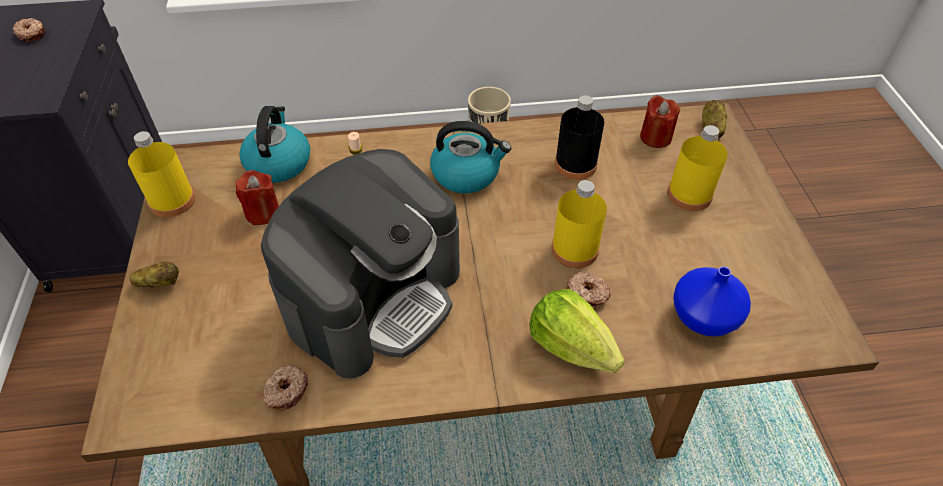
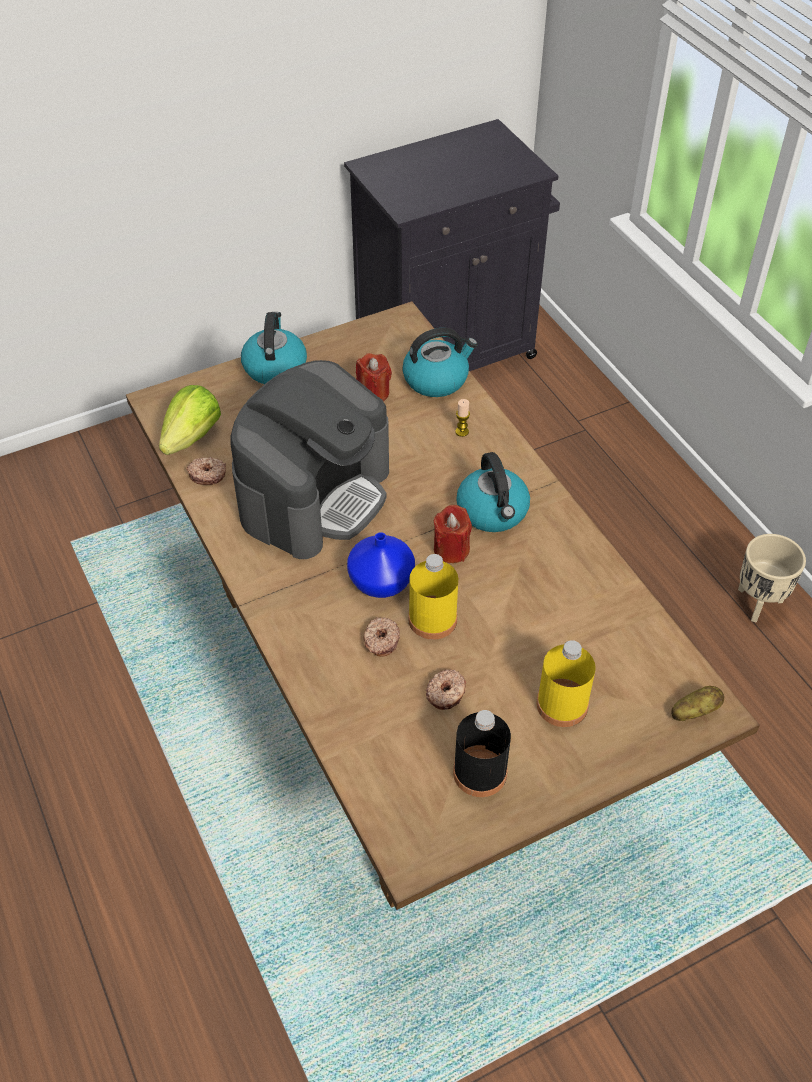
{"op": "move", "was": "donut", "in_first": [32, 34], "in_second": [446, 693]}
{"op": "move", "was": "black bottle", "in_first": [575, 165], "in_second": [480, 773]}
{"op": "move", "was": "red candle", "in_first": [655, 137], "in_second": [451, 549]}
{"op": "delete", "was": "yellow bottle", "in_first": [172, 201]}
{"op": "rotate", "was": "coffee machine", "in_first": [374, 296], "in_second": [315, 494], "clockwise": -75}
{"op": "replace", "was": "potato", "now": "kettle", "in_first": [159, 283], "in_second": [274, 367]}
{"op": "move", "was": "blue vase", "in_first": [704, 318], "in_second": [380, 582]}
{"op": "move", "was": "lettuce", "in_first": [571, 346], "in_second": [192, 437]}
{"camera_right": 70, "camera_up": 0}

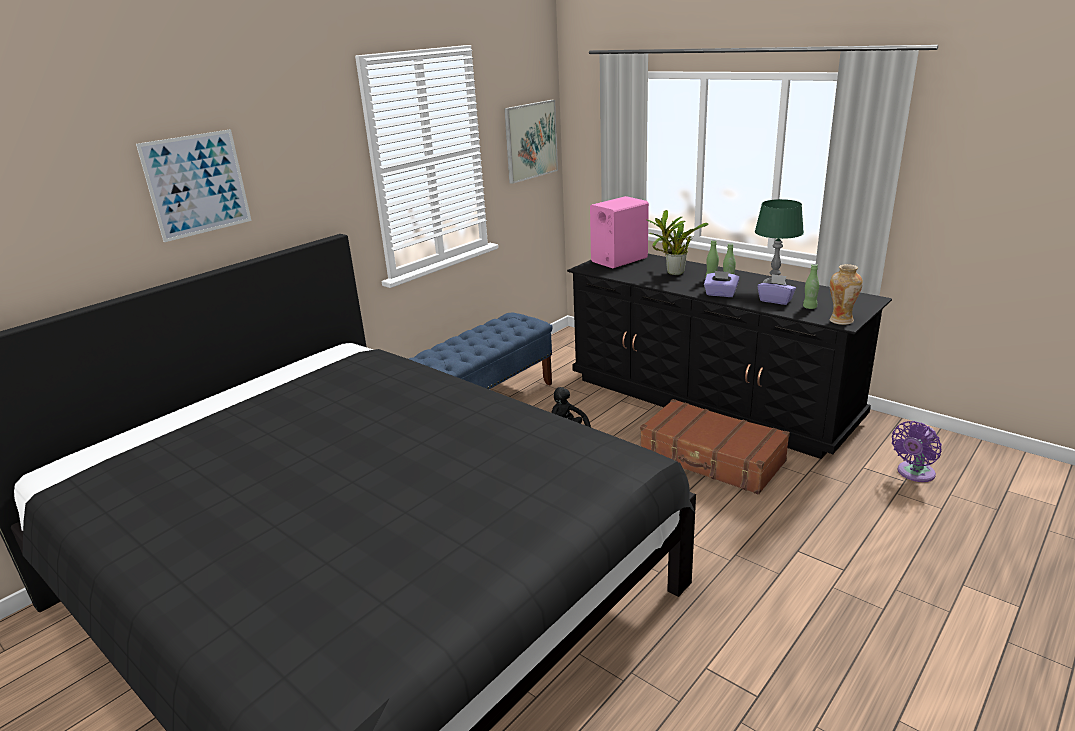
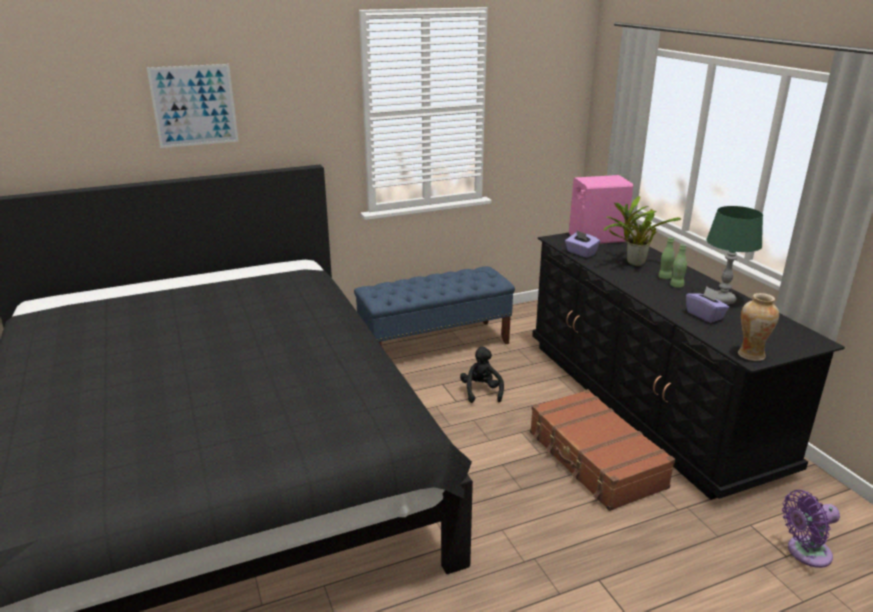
{"op": "delete", "was": "picture", "in_first": [530, 140]}
{"op": "delete", "was": "green bottle", "in_first": [809, 307]}
{"op": "move", "was": "purple tissue box", "in_first": [720, 294], "in_second": [581, 253]}
{"camera_right": 25, "camera_up": 0}

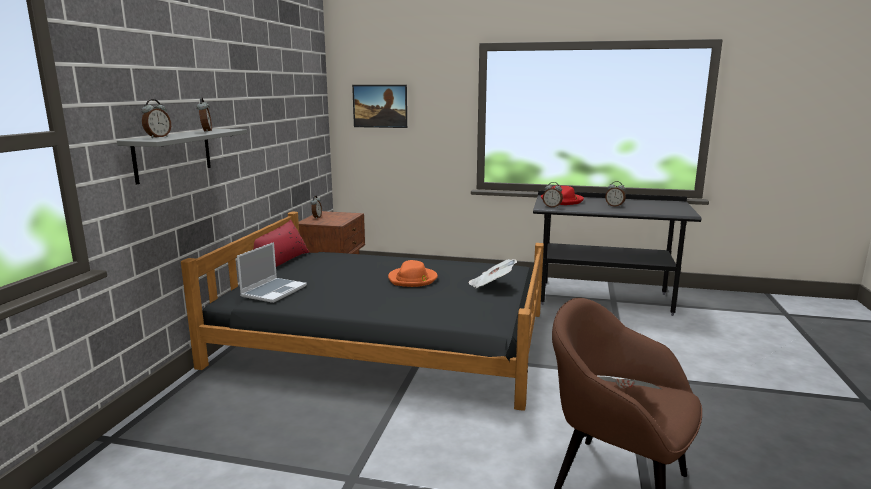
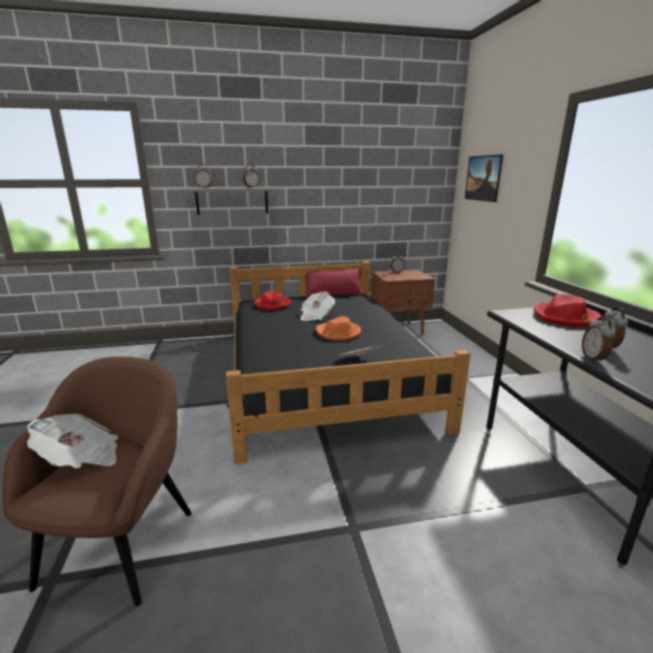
{"op": "move", "was": "alarm clock", "in_first": [552, 207], "in_second": [594, 358]}
{"op": "replace", "was": "laptop", "now": "red hat", "in_first": [274, 291], "in_second": [273, 305]}
{"op": "insert", "now": "newspaper", "in_second": [316, 316]}
{"camera_right": 65, "camera_up": 5}

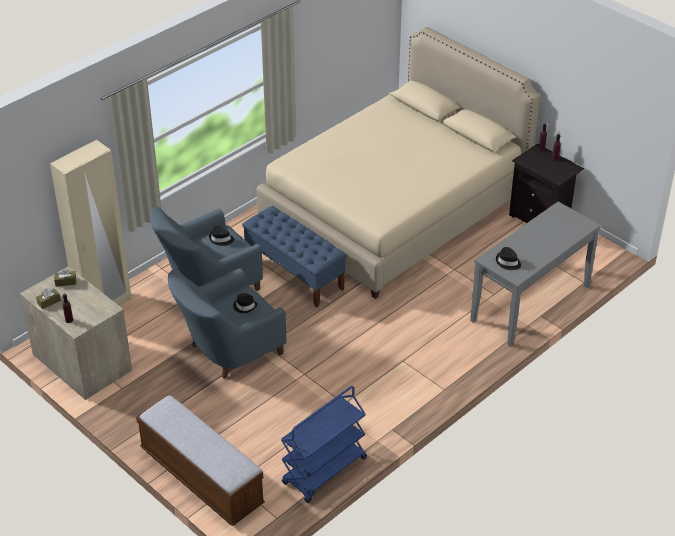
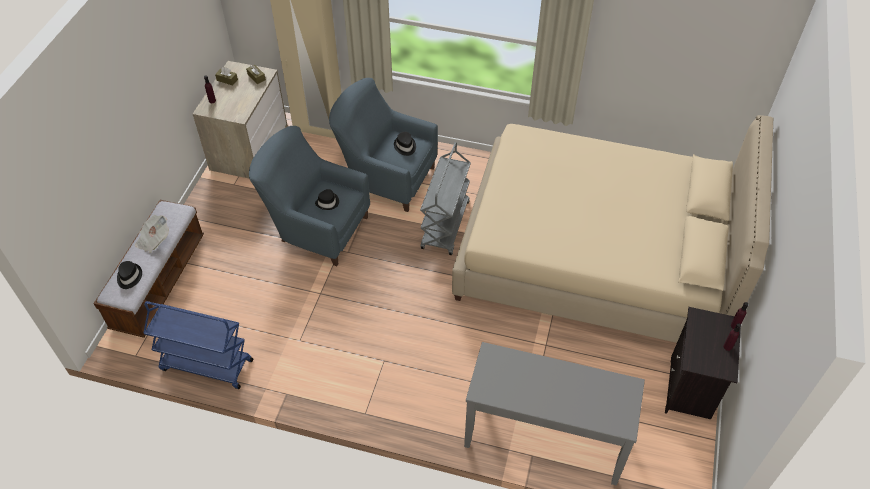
{"op": "replace", "was": "blue bench", "now": "grey cart", "in_first": [295, 274], "in_second": [446, 226]}
{"op": "move", "was": "black hat", "in_first": [508, 262], "in_second": [129, 277]}
{"op": "insert", "now": "newspaper", "in_second": [154, 240]}
{"camera_right": 60, "camera_up": 10}

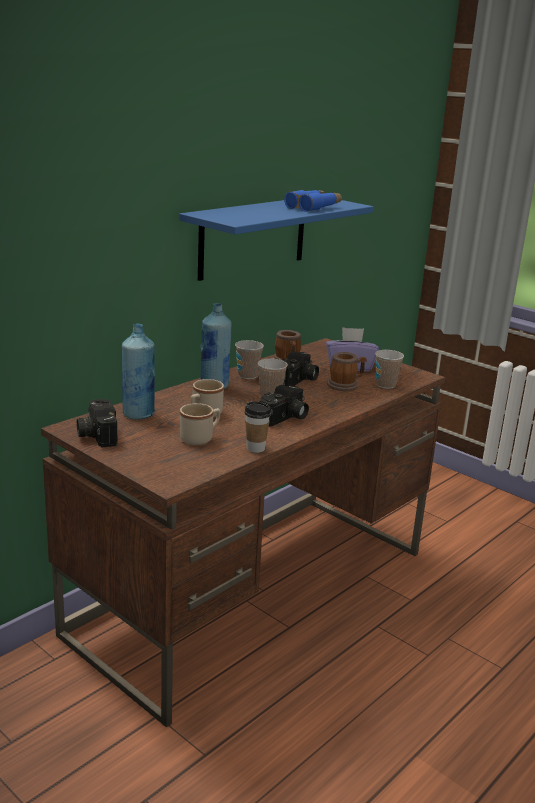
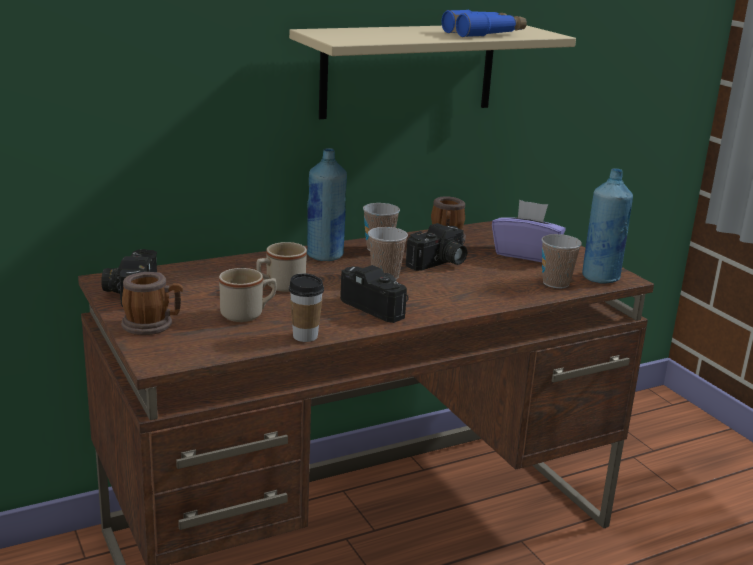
{"op": "recolor", "was": "blue shelf", "now": "beige shelf", "in_first": [253, 237], "in_second": [408, 70]}
{"op": "move", "was": "blue bottle", "in_first": [138, 414], "in_second": [600, 277]}
{"op": "move", "was": "mug", "in_first": [345, 385], "in_second": [153, 325]}
{"op": "rotate", "was": "photo camera", "in_first": [285, 418], "in_second": [378, 306], "clockwise": -105}
{"camera_right": 20, "camera_up": 0}

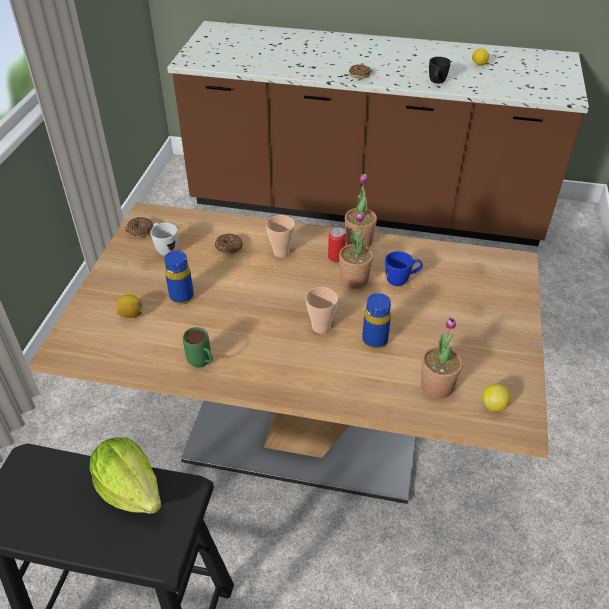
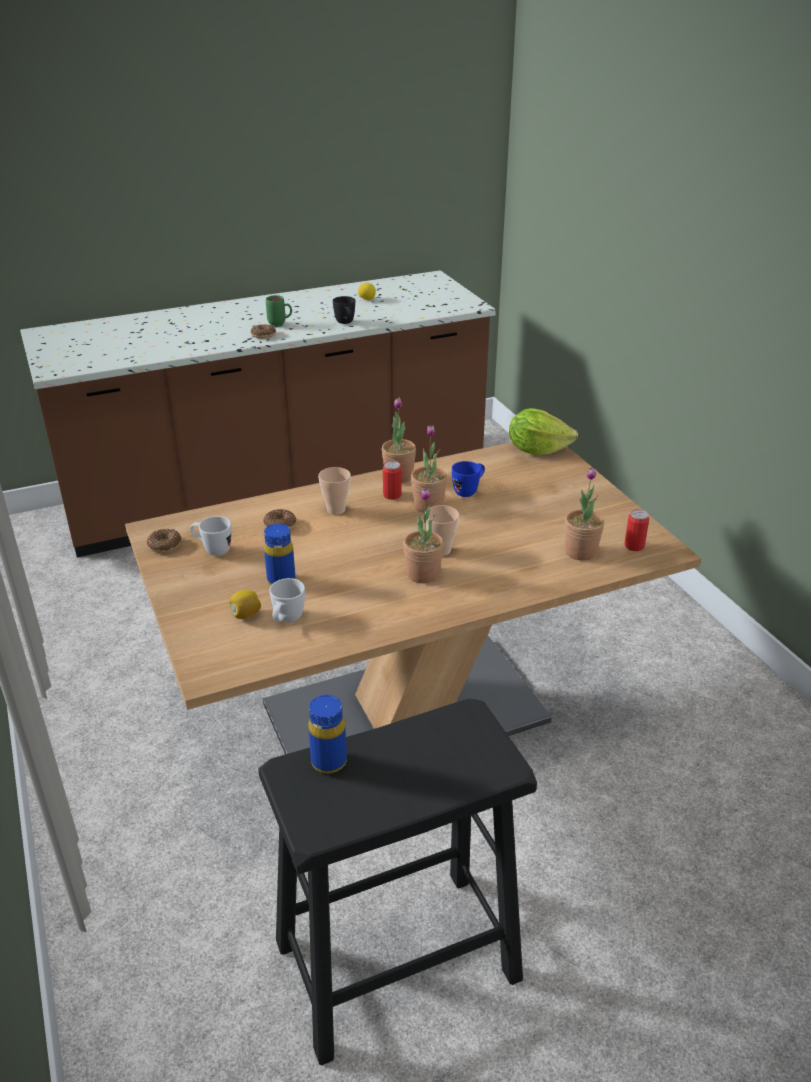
{"op": "move", "was": "blue bottle", "in_first": [374, 340], "in_second": [329, 761]}
{"op": "move", "was": "green mug", "in_first": [202, 364], "in_second": [280, 325]}
{"op": "replace", "was": "lemon", "now": "can", "in_first": [493, 405], "in_second": [634, 546]}
{"op": "move", "was": "lettuce", "in_first": [130, 489], "in_second": [537, 450]}
{"op": "insert", "now": "potted plant", "in_second": [423, 574]}
{"op": "insert", "now": "white mug", "in_second": [286, 620]}
{"camera_right": -35, "camera_up": -10}

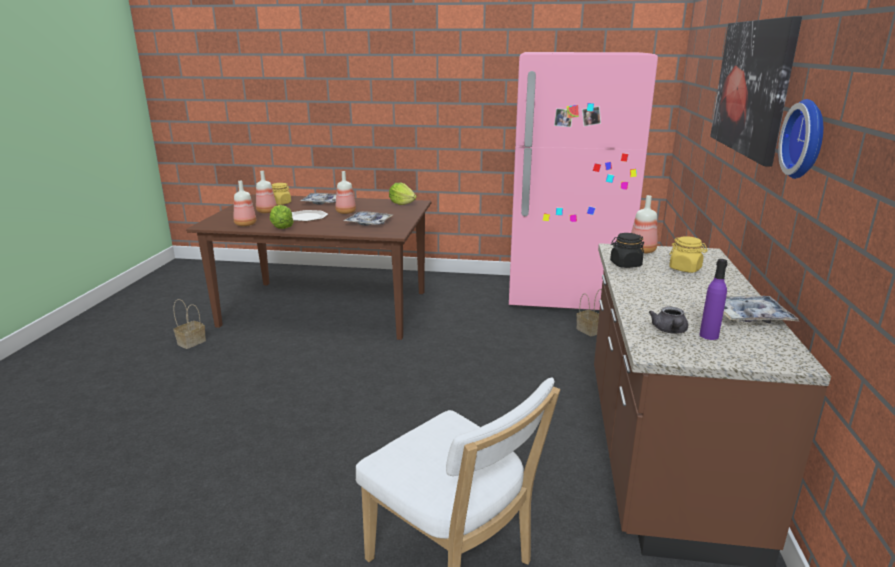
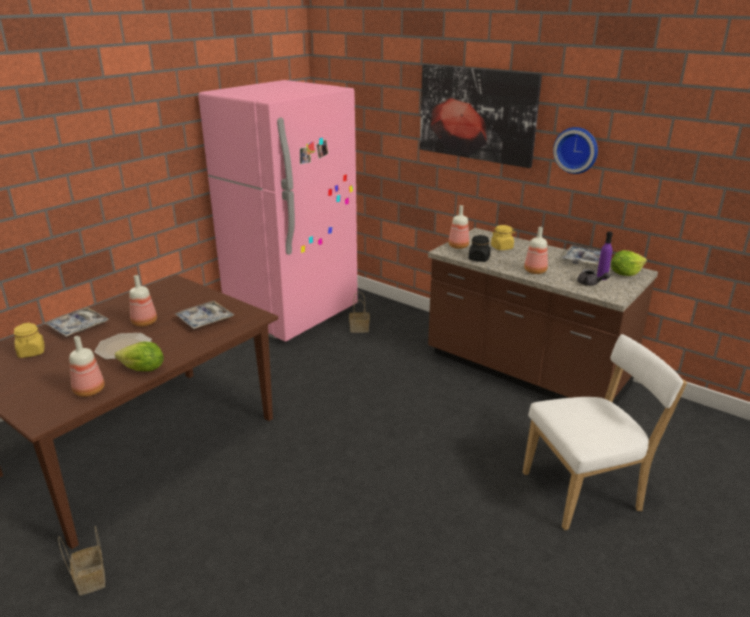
{"op": "move", "was": "bottle", "in_first": [267, 211], "in_second": [535, 271]}
{"op": "move", "was": "lettuce", "in_first": [402, 203], "in_second": [625, 274]}
{"camera_right": -60, "camera_up": 5}

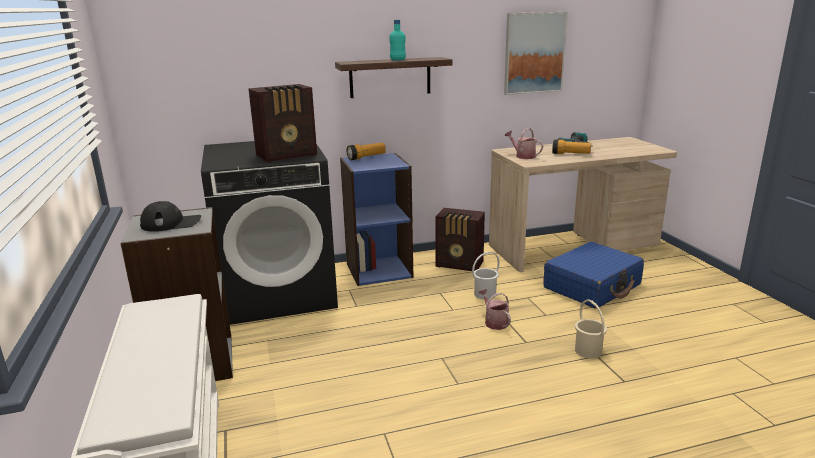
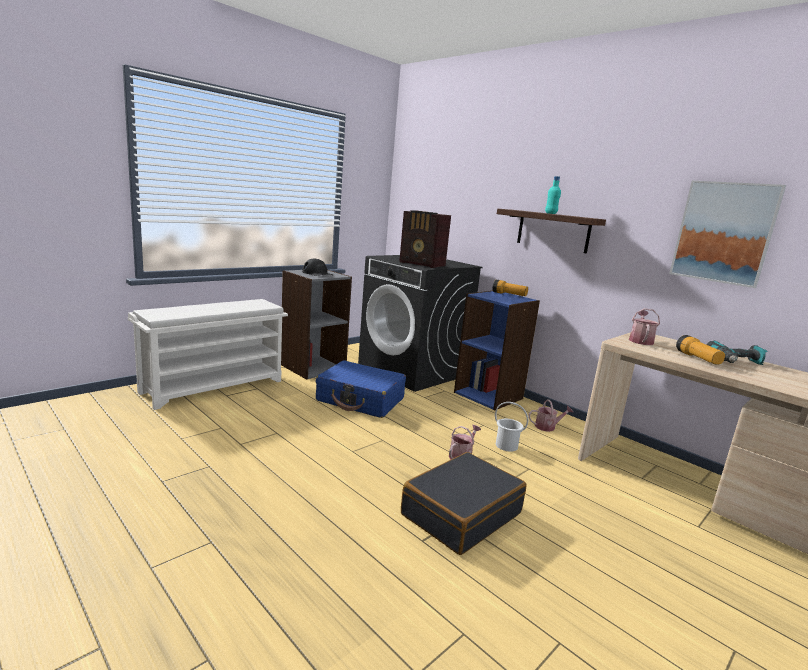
{"op": "replace", "was": "radio", "now": "watering can", "in_first": [460, 265], "in_second": [547, 427]}
{"op": "move", "was": "blue suitcase", "in_first": [592, 286], "in_second": [360, 400]}
{"op": "replace", "was": "beige bucket", "now": "black suitcase", "in_first": [588, 351], "in_second": [461, 513]}
{"camera_right": 60, "camera_up": -5}

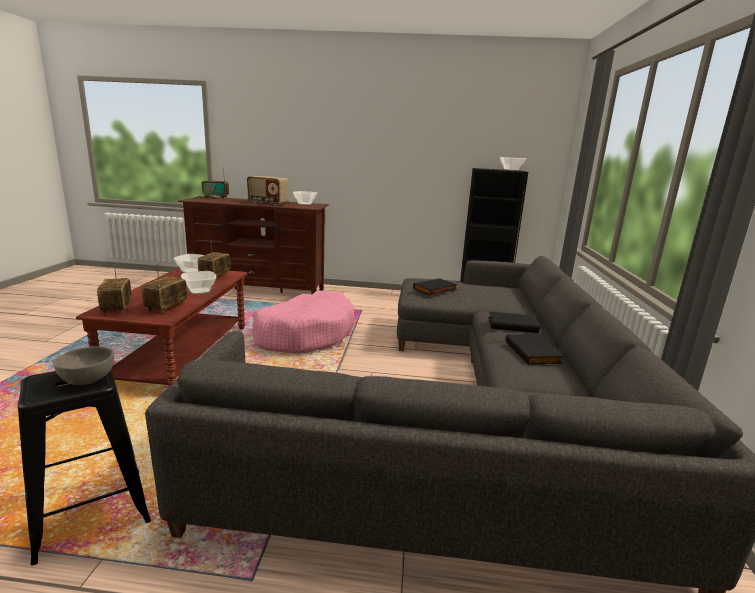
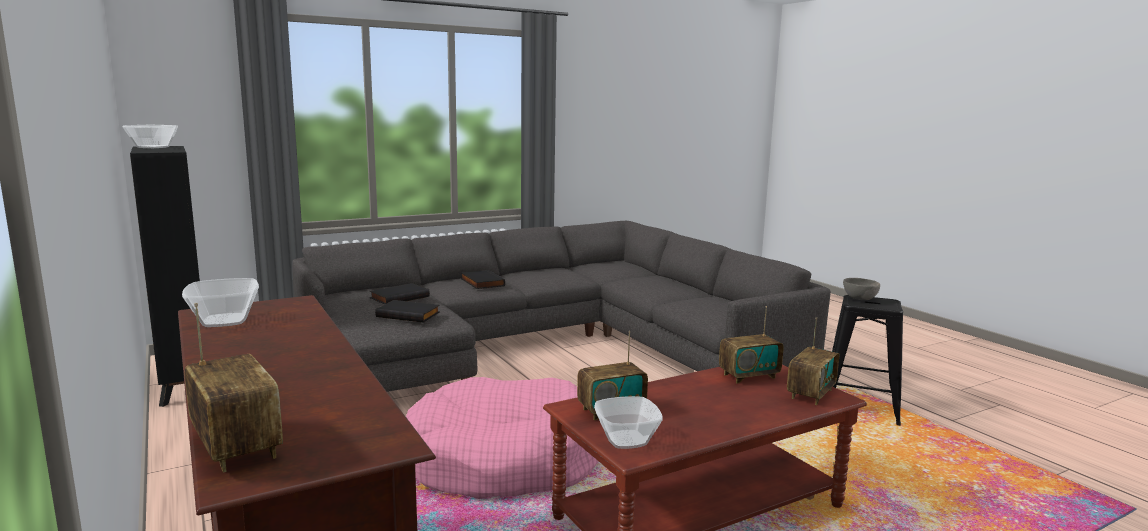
{"op": "delete", "was": "radio", "in_first": [268, 203]}
{"op": "delete", "was": "bowl", "in_first": [199, 291]}
{"op": "move", "was": "black book", "in_first": [533, 352], "in_second": [399, 297]}
{"camera_right": -125, "camera_up": -5}

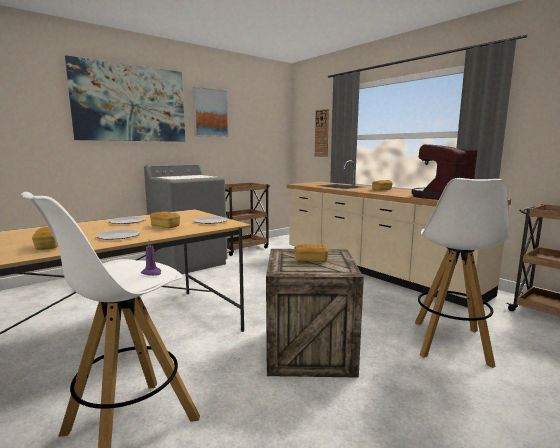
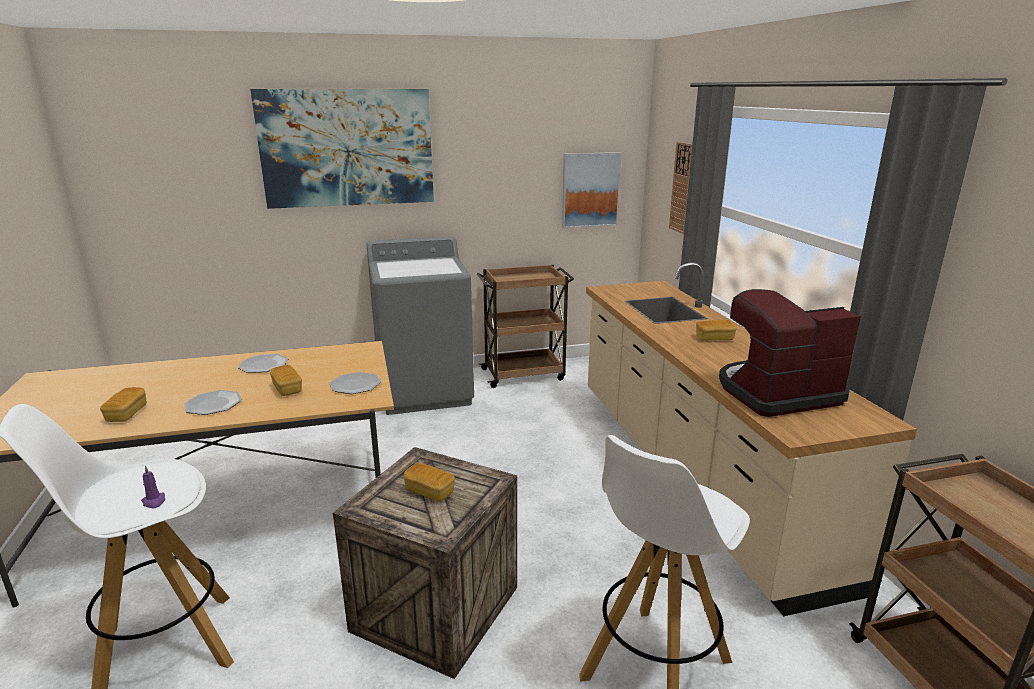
{"op": "move", "was": "picture", "in_first": [210, 113], "in_second": [590, 190]}
{"camera_right": 25, "camera_up": 10}

